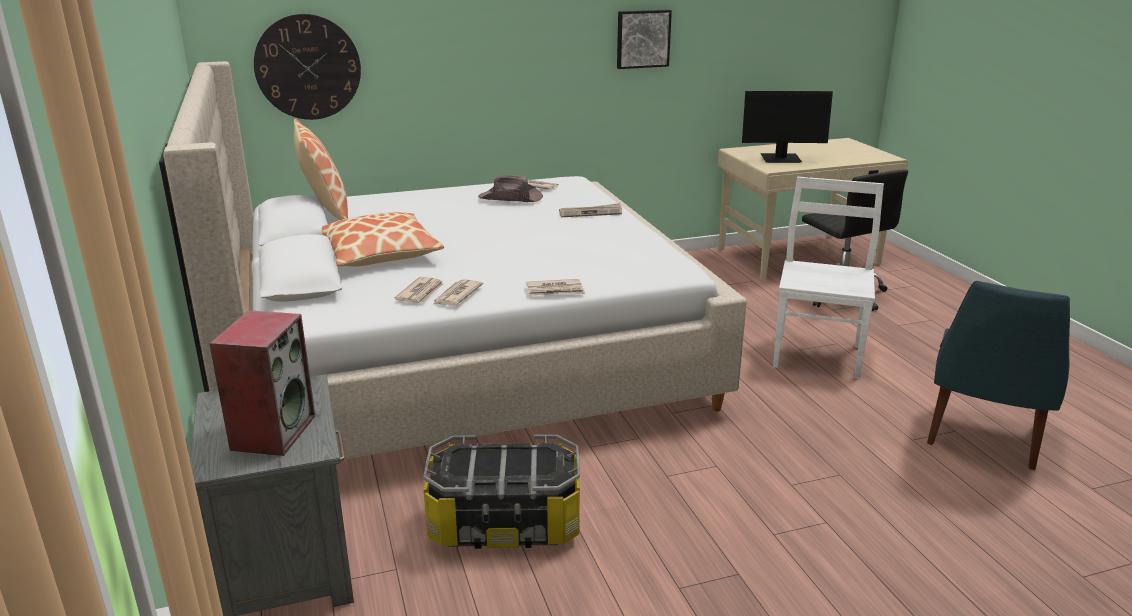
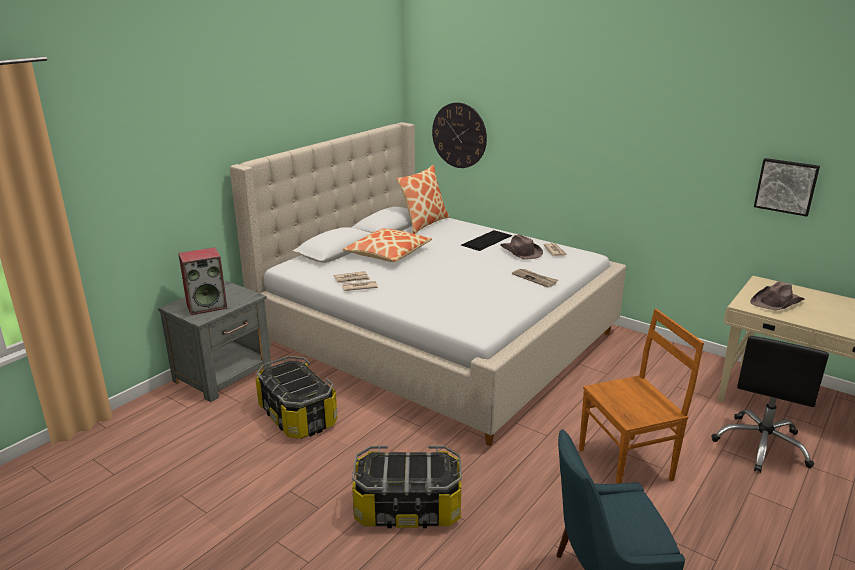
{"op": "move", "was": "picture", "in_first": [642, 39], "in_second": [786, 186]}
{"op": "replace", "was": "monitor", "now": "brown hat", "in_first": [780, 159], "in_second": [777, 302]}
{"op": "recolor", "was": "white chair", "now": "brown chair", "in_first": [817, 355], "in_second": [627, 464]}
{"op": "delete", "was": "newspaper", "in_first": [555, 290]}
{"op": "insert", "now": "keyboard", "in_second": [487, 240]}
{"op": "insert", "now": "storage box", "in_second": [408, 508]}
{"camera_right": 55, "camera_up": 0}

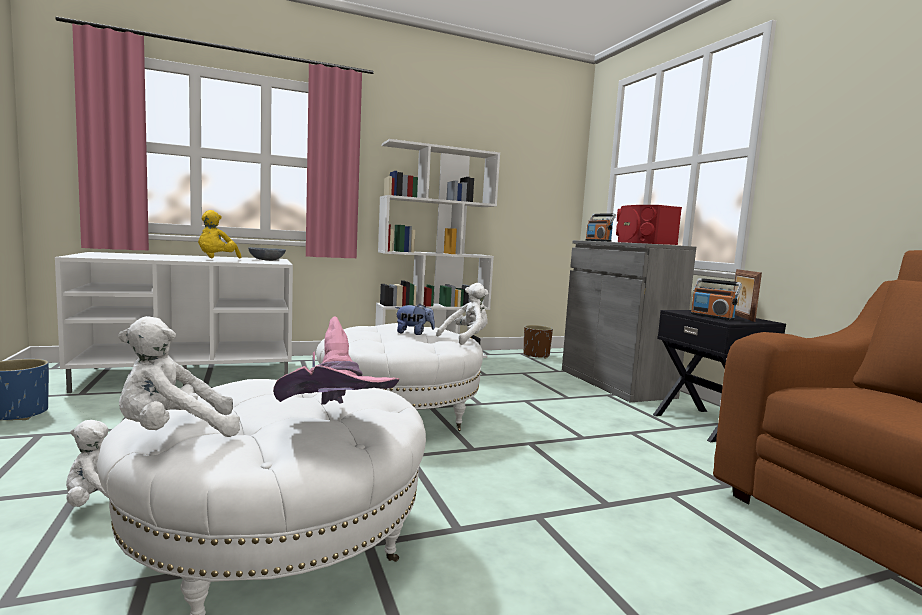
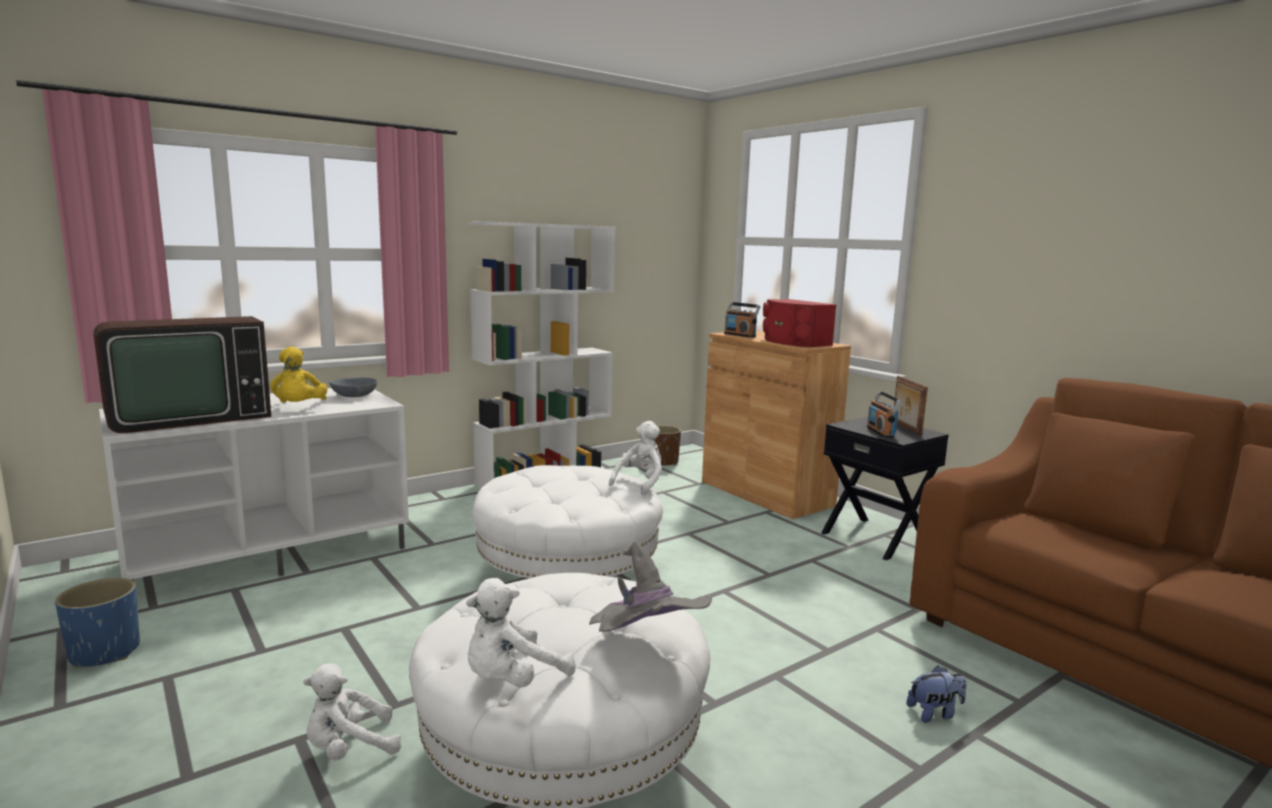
{"op": "recolor", "was": "grey cabinet", "now": "brown cabinet", "in_first": [615, 383], "in_second": [766, 493]}
{"op": "rotate", "was": "radio", "in_first": [712, 317], "in_second": [881, 432], "clockwise": 45}
{"op": "move", "was": "plush toy", "in_first": [414, 333], "in_second": [935, 713]}
{"op": "recolor", "was": "pink hat", "now": "grey hat", "in_first": [334, 429], "in_second": [646, 646]}
{"op": "insert", "now": "television", "in_second": [187, 417]}
{"camera_right": -15, "camera_up": 5}

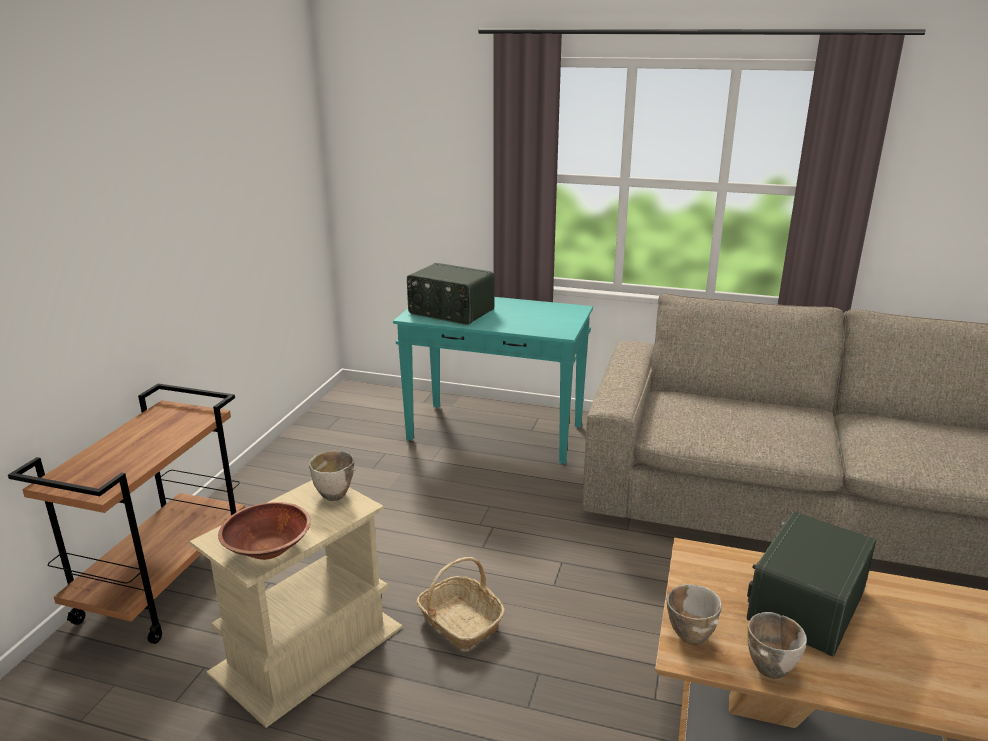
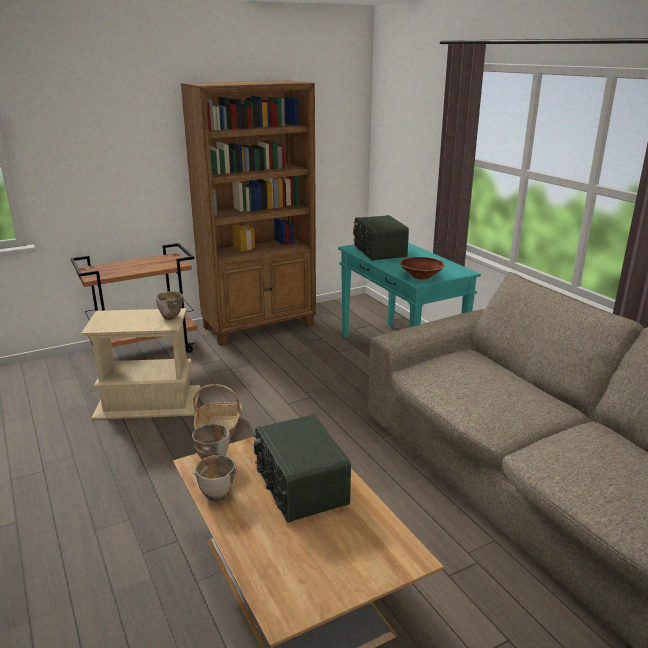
{"op": "move", "was": "brown bowl", "in_first": [268, 549], "in_second": [421, 276]}
{"op": "rotate", "was": "radio", "in_first": [804, 605], "in_second": [299, 487], "clockwise": -105}
{"op": "insert", "now": "brown bookcase", "in_second": [260, 326]}
{"camera_right": 45, "camera_up": 0}

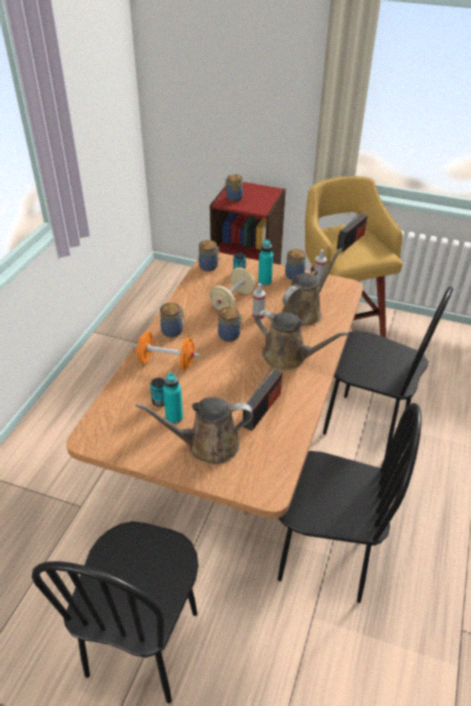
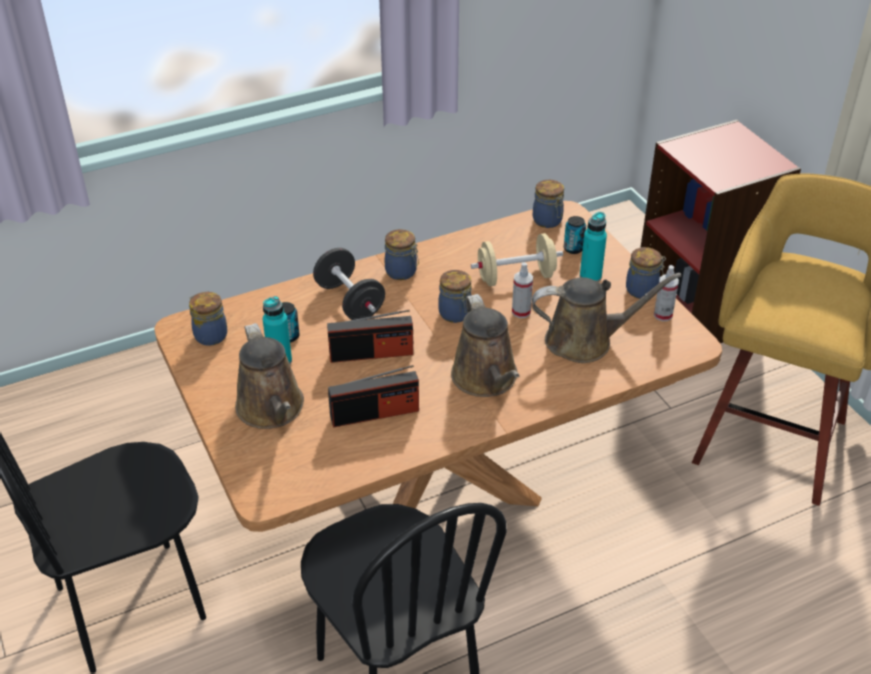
{"op": "move", "was": "jar", "in_first": [233, 198], "in_second": [209, 335]}
{"op": "move", "was": "radio", "in_first": [350, 241], "in_second": [371, 353]}
{"op": "delete", "was": "black chair", "in_first": [365, 425]}
{"op": "recolor", "was": "orange dumbbell", "now": "black dumbbell", "in_first": [167, 362], "in_second": [350, 301]}
{"op": "rotate", "was": "brown watering can", "in_first": [207, 445], "in_second": [272, 410], "clockwise": -150}
{"camera_right": 45, "camera_up": 0}

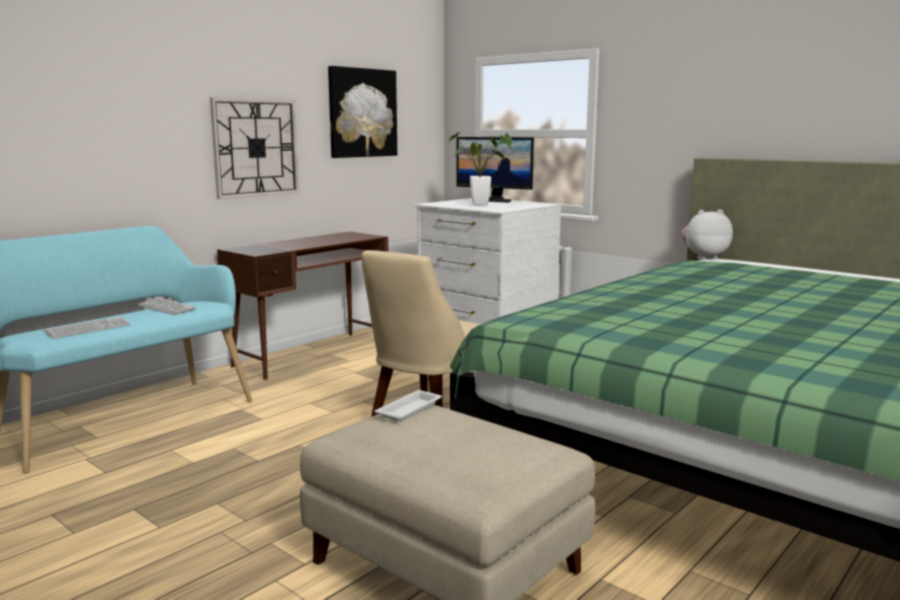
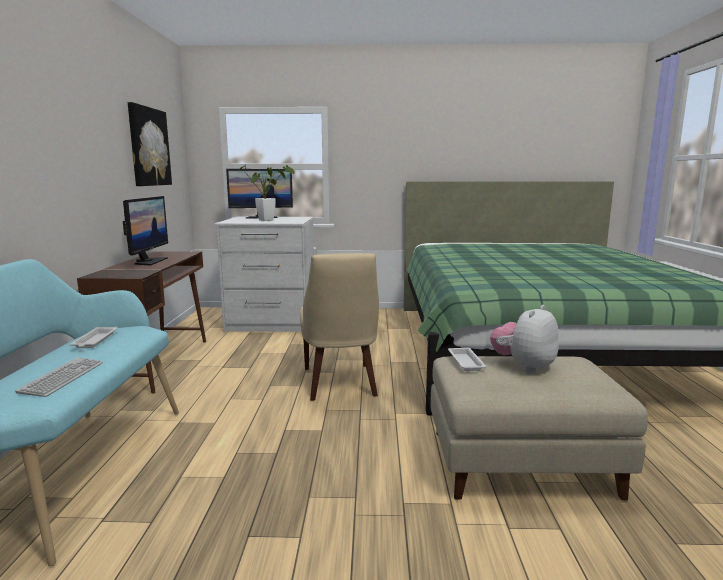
{"op": "delete", "was": "wall clock", "in_first": [255, 148]}
{"op": "move", "was": "plush toy", "in_first": [703, 257], "in_second": [524, 366]}
{"op": "replace", "was": "keyboard", "now": "white tray", "in_first": [166, 308], "in_second": [95, 341]}
{"op": "insert", "now": "monitor", "in_second": [148, 261]}
{"camera_right": -40, "camera_up": 0}

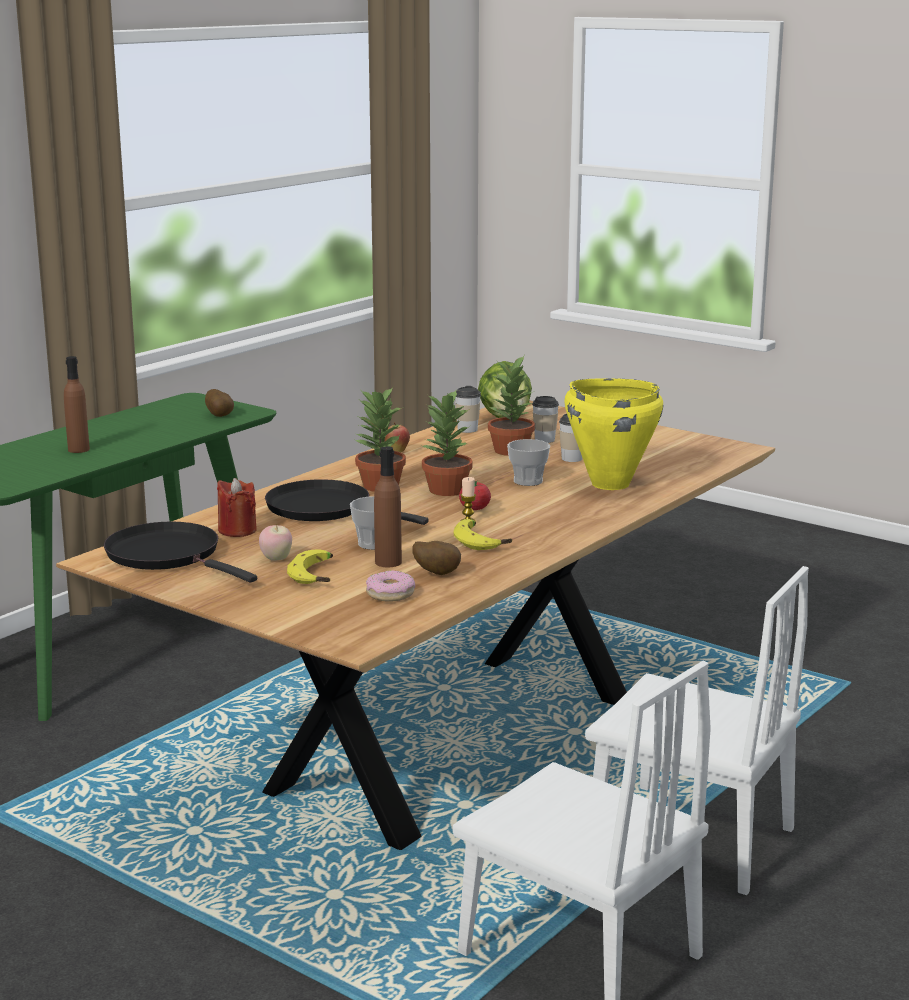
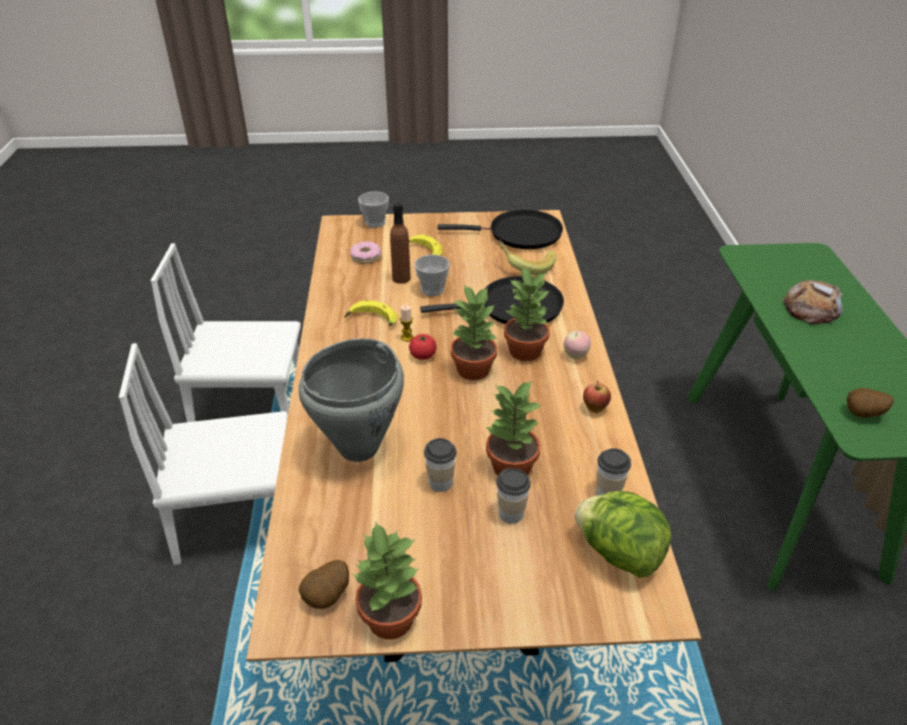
{"op": "replace", "was": "brown bottle", "now": "bread", "in_first": [78, 449], "in_second": [811, 308]}
{"op": "recolor", "was": "yellow cooking pot", "now": "grey cooking pot", "in_first": [609, 484], "in_second": [360, 448]}
{"op": "move", "was": "cup", "in_first": [528, 481], "in_second": [375, 222]}
{"op": "replace", "was": "red candle", "now": "banana", "in_first": [237, 530], "in_second": [525, 266]}
{"op": "move", "was": "apple", "in_first": [276, 559], "in_second": [575, 355]}
{"op": "move", "was": "potato", "in_first": [437, 573], "in_second": [328, 597]}
{"op": "insert", "now": "potted plant", "in_second": [390, 620]}
{"camera_right": 140, "camera_up": 20}

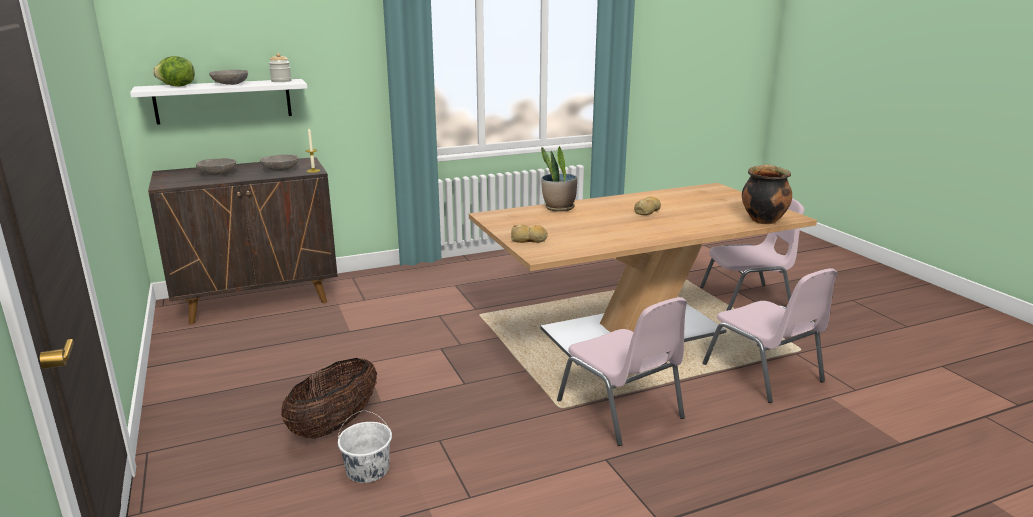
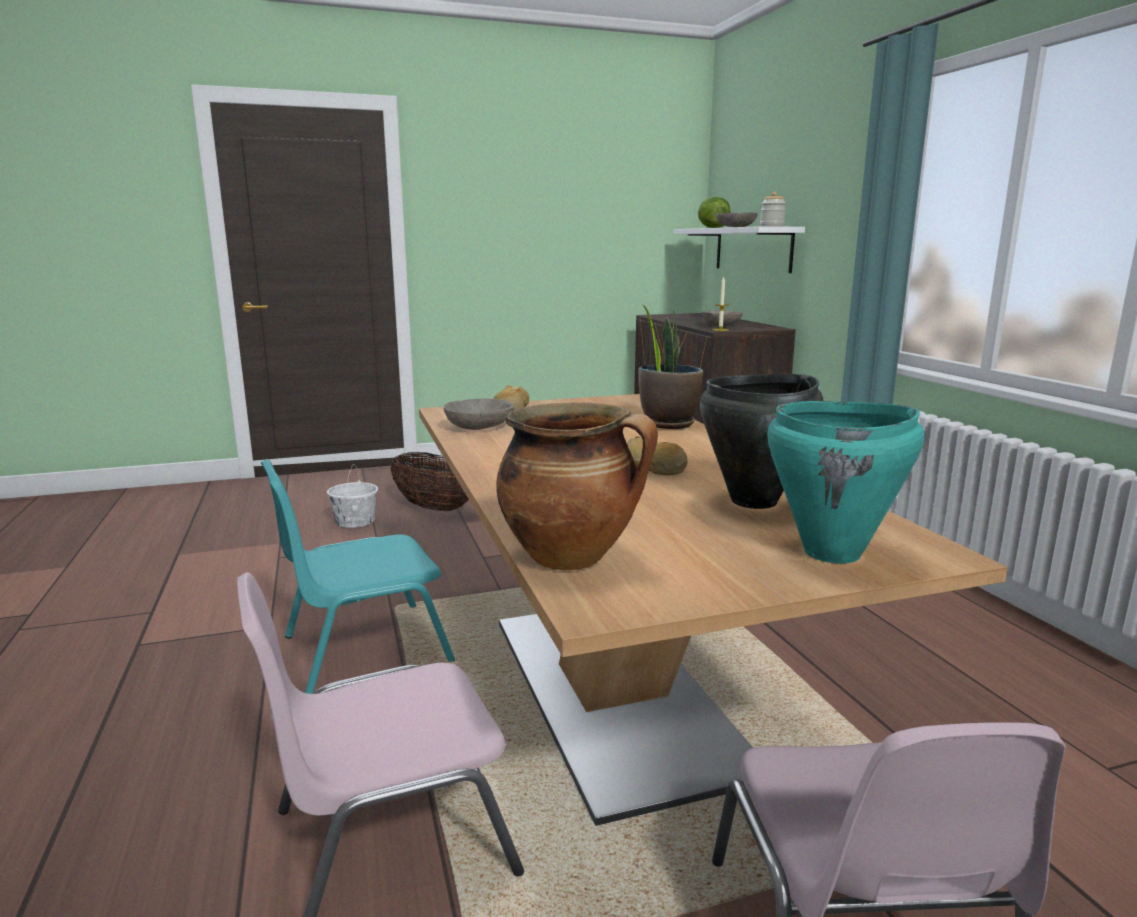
{"op": "move", "was": "grey bowl", "in_first": [218, 174], "in_second": [479, 427]}
{"op": "recolor", "was": "pink chair", "now": "turquoise chair", "in_first": [621, 410], "in_second": [363, 648]}
{"op": "insert", "now": "black cooking pot", "in_second": [755, 501]}
{"op": "insert", "now": "turquoise cooking pot", "in_second": [833, 553]}
{"camera_right": 95, "camera_up": -5}

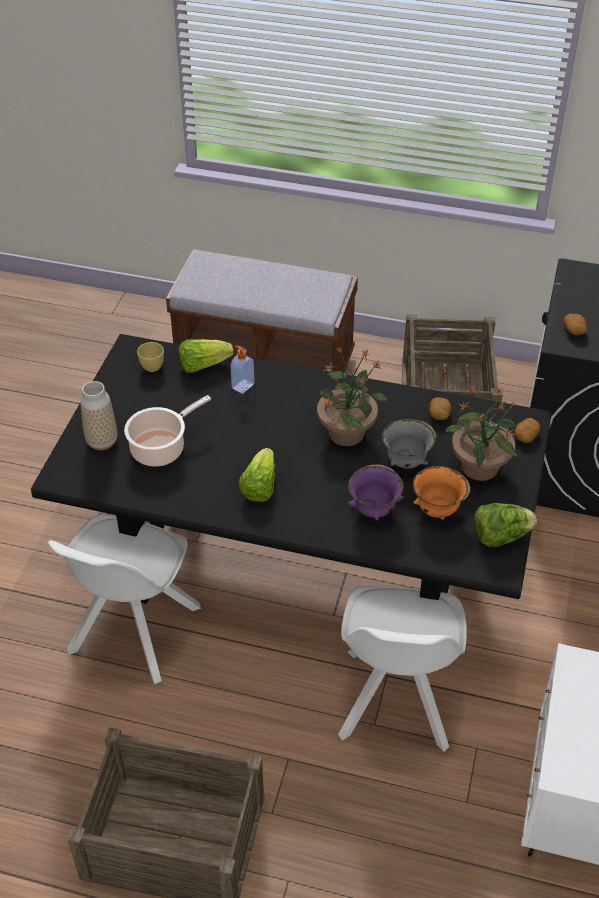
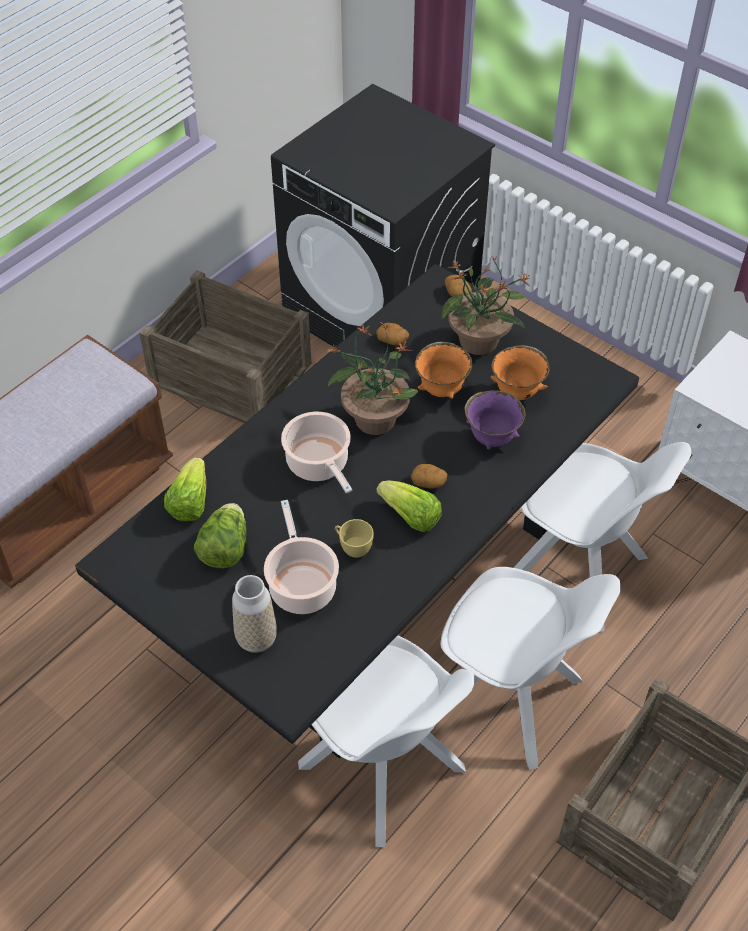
{"op": "move", "was": "potato", "in_first": [574, 330], "in_second": [429, 482]}
{"op": "move", "was": "yellow cup", "in_first": [153, 365], "in_second": [352, 547]}
{"op": "delete", "was": "soap dispenser", "in_first": [242, 386]}
{"op": "recolor", "was": "grey bowl", "now": "orange bowl", "in_first": [406, 462], "in_second": [442, 389]}
{"op": "move", "was": "lettuce", "in_first": [500, 536], "in_second": [225, 549]}
{"op": "insert", "now": "cooking pot", "in_second": [319, 464]}
{"op": "insert", "now": "white chair", "in_second": [510, 700]}
{"camera_right": -65, "camera_up": 5}

